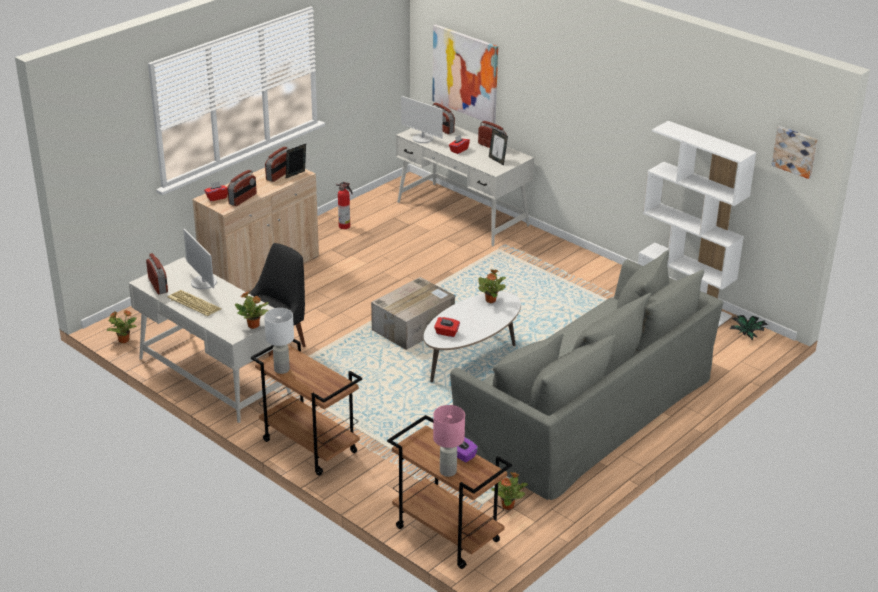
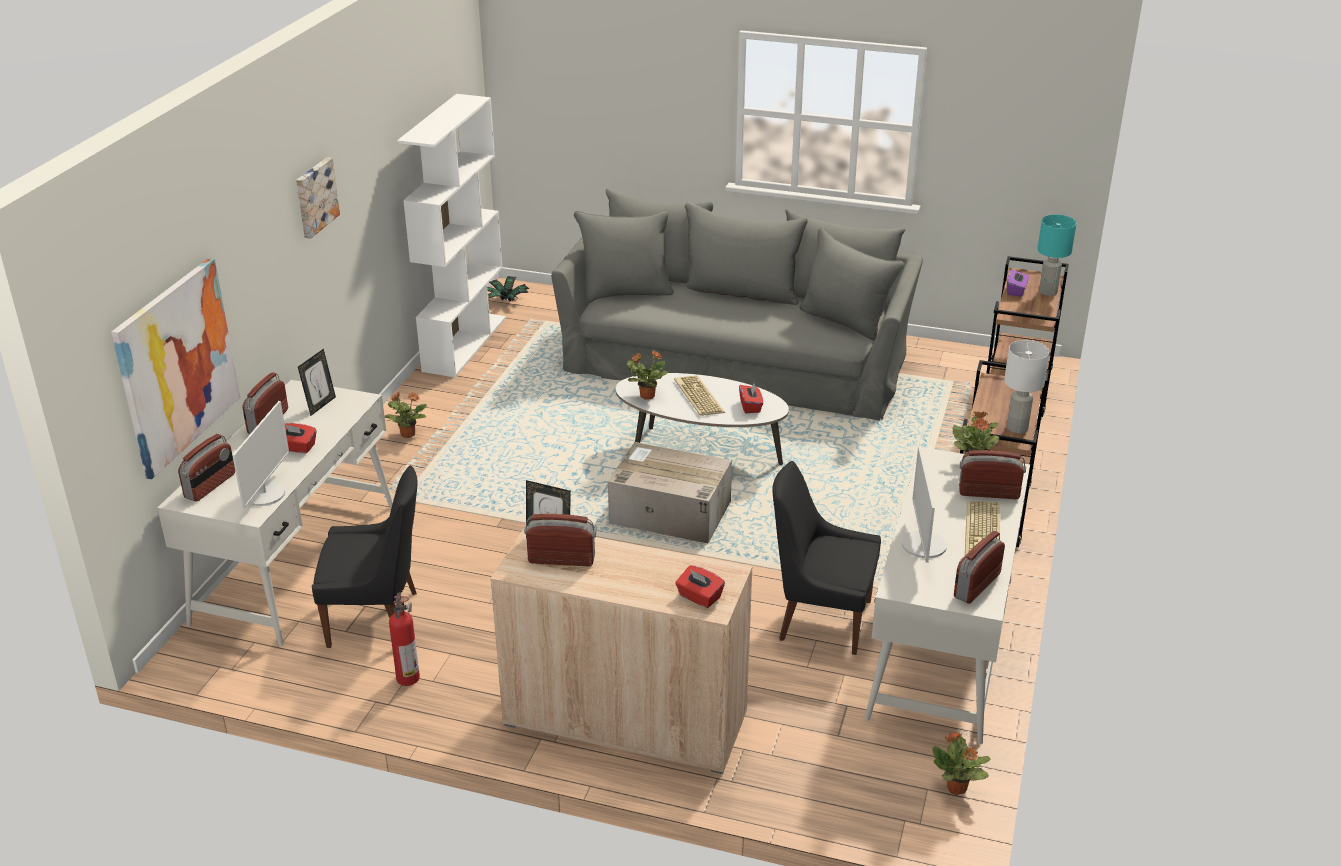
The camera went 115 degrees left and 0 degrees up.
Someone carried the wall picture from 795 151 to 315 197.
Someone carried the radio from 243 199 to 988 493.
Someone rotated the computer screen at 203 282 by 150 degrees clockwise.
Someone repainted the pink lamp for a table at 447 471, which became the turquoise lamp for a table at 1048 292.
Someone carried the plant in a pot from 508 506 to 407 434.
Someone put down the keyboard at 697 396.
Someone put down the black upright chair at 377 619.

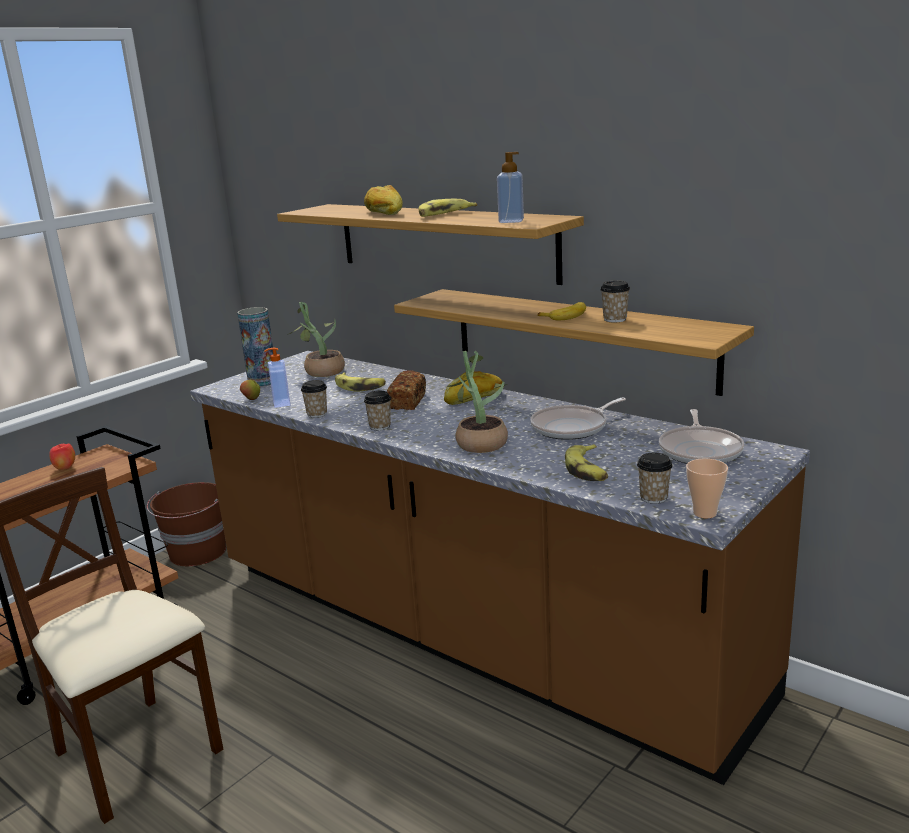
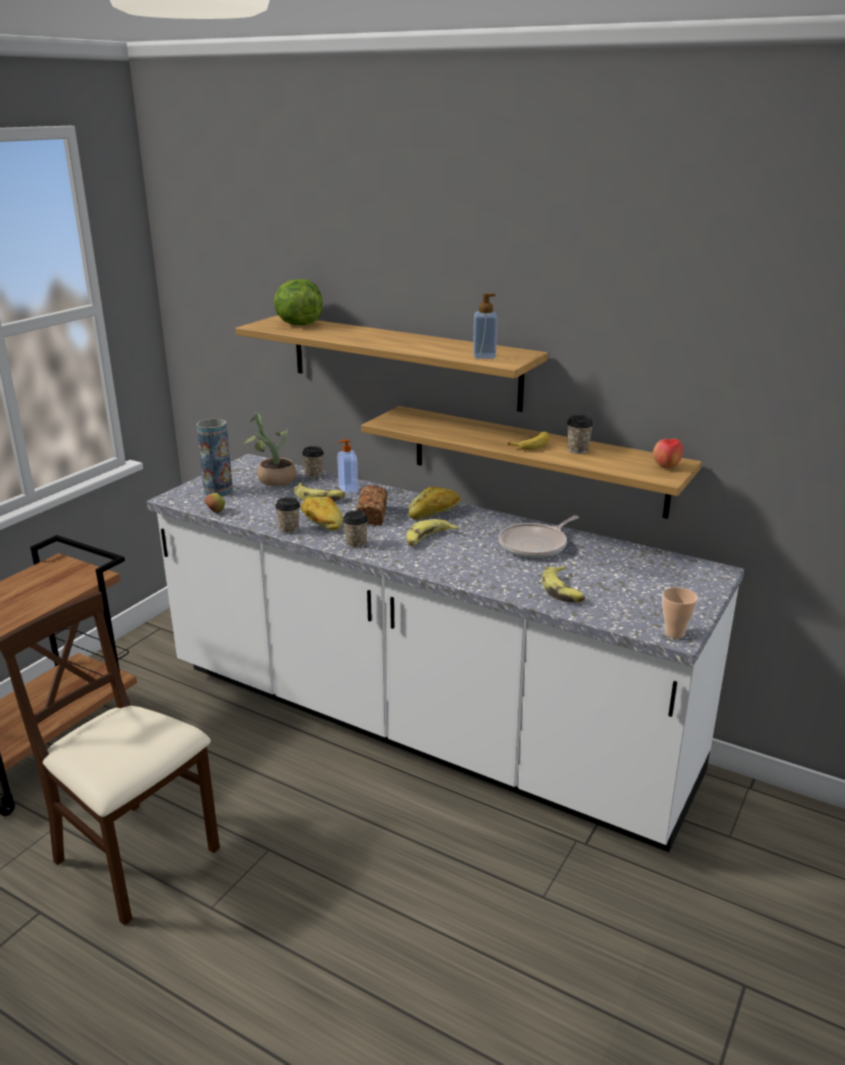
The camera went 10 degrees left and 5 degrees up.
Someone carried the bread from 383 213 to 321 522.
Someone carried the banana fruit from 444 215 to 428 539.
Someone carried the soap dispenser from 280 403 to 347 489.
Someone repainted the brownish kitchen base unit at 468 631, which became the whitish kitchen base unit at 422 723.
Someone took away the plant in a pot at 479 442.
Someone took away the frying pan at 700 450.
Someone carried the whole apple from 65 468 to 666 467.
Someone carried the drinking cup from 653 498 to 314 474.
Someone took away the brownish bucket at 197 553.
Someone put down the lettuce at 298 324.

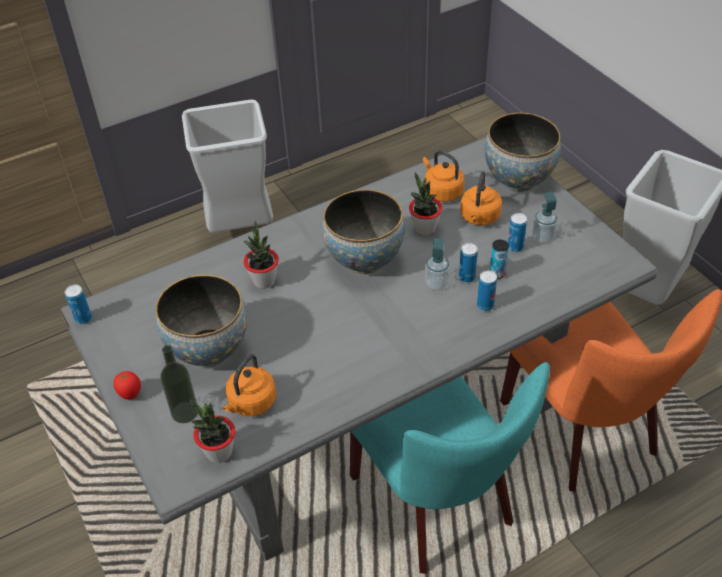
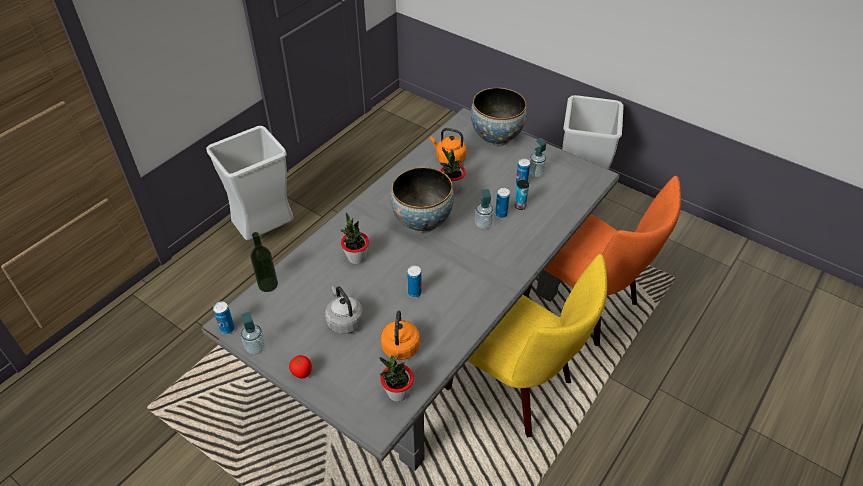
The camera went 25 degrees left and 0 degrees up.
Someone took away the orangey kettle at 479 218.
Someone carried the metal can from 485 305 to 414 293.
Someone swapped the bowl at 209 349 for the gray kettle at 344 321.
Someone carried the drink bottle from 185 412 to 268 284.
Someone repainted the turquoise upright chair at 439 506, which became the yellow upright chair at 516 387.
Someone put down the soap dispenser at 256 347.

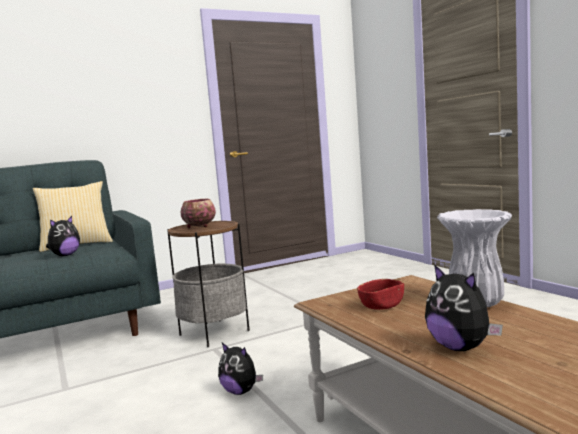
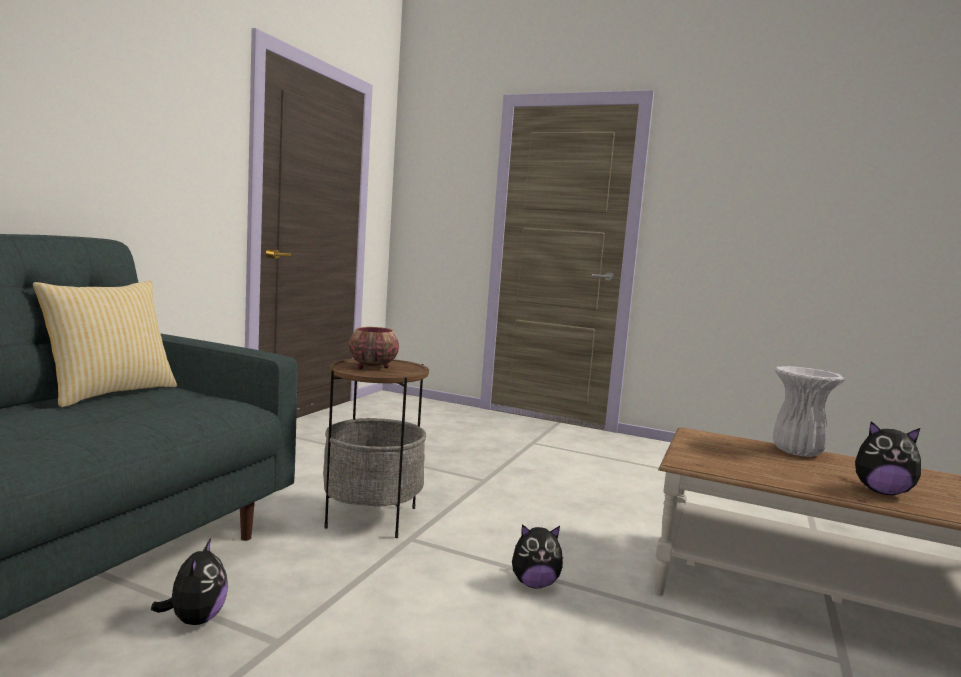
The camera went 40 degrees left and 0 degrees up.
Someone carried the soft toy from 65 255 to 195 619.
Someone took away the red bowl at 382 306.

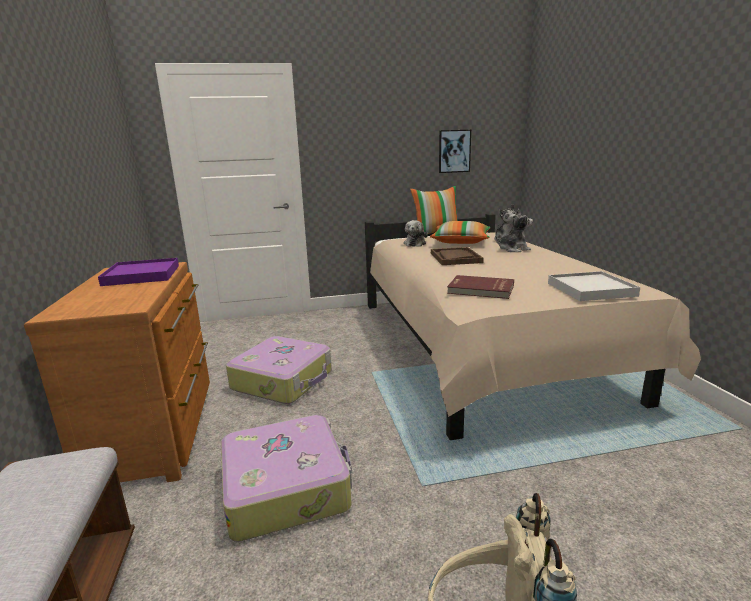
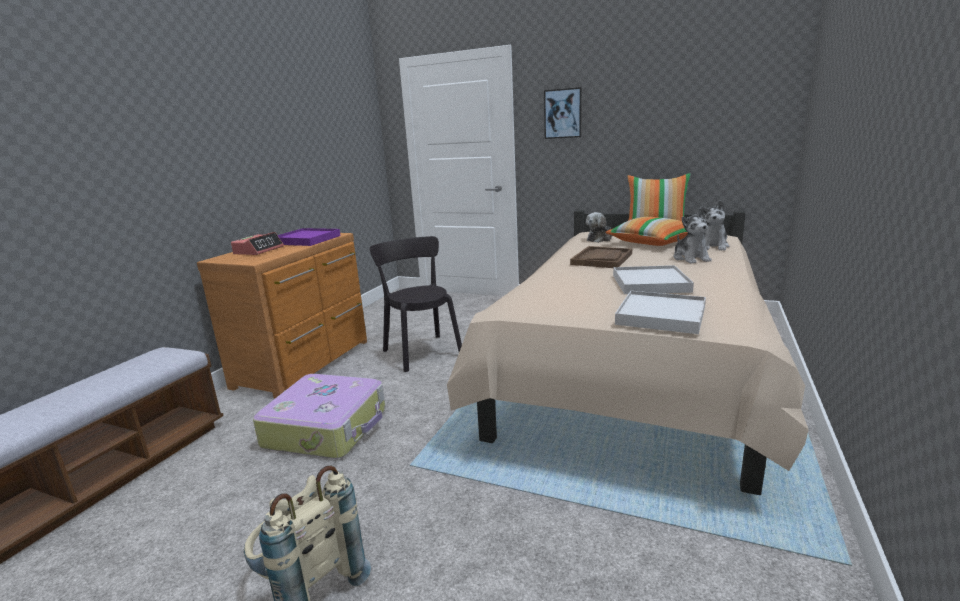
The camera went 35 degrees right and 0 degrees up.
Someone carried the wall picture from 454 151 to 563 113.
Someone rotated the soft toy at 513 249 by 60 degrees clockwise.
Someone took away the red bound book at 480 290.
Someone swapped the travel case at 284 380 for the black upright chair at 421 351.
Someone put down the bedside clock at 259 250.
Someone put down the whitish serving tray at 650 284.

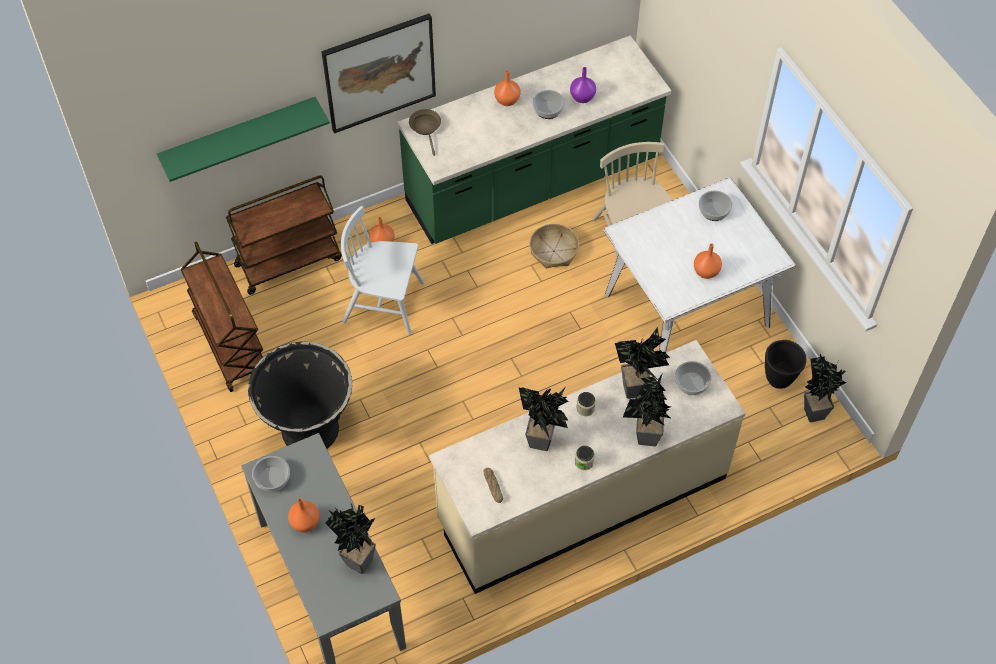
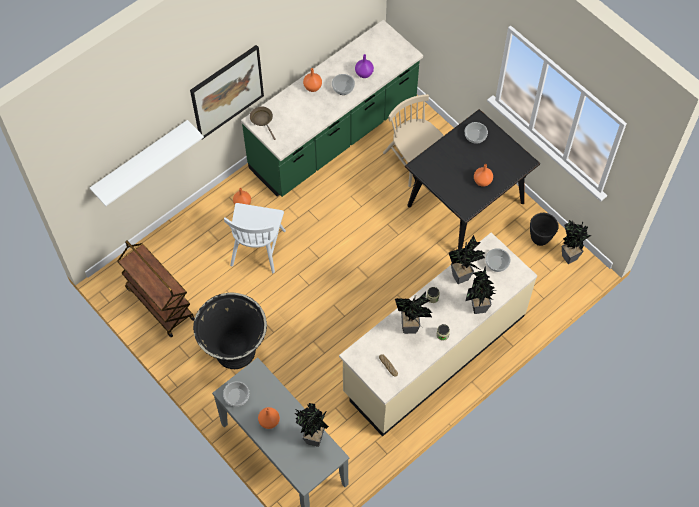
The camera went 15 degrees left and 5 degrees up.
Someone repainted the green bracket shelf at 239 136, which became the whitish bracket shelf at 141 160.
Someone took away the brownish wheeled cart at 289 261.
Someone repainted the whitish dinner table at 687 309, which became the black dinner table at 466 204.
Someone rotated the whitish upright chair at 384 303 by 75 degrees counterclockwise.
Someone took away the basket at 554 251.

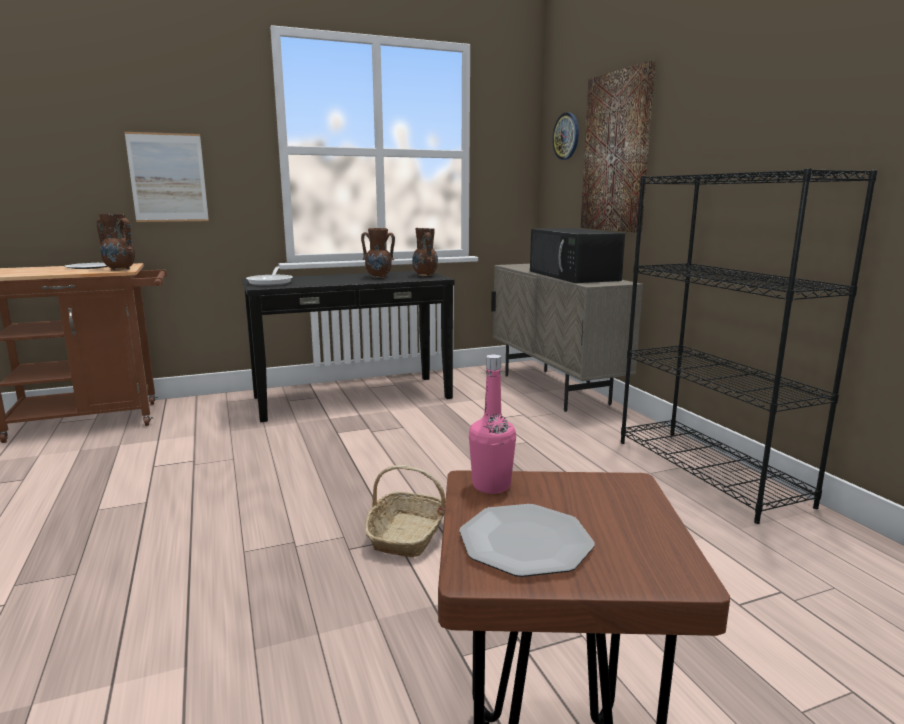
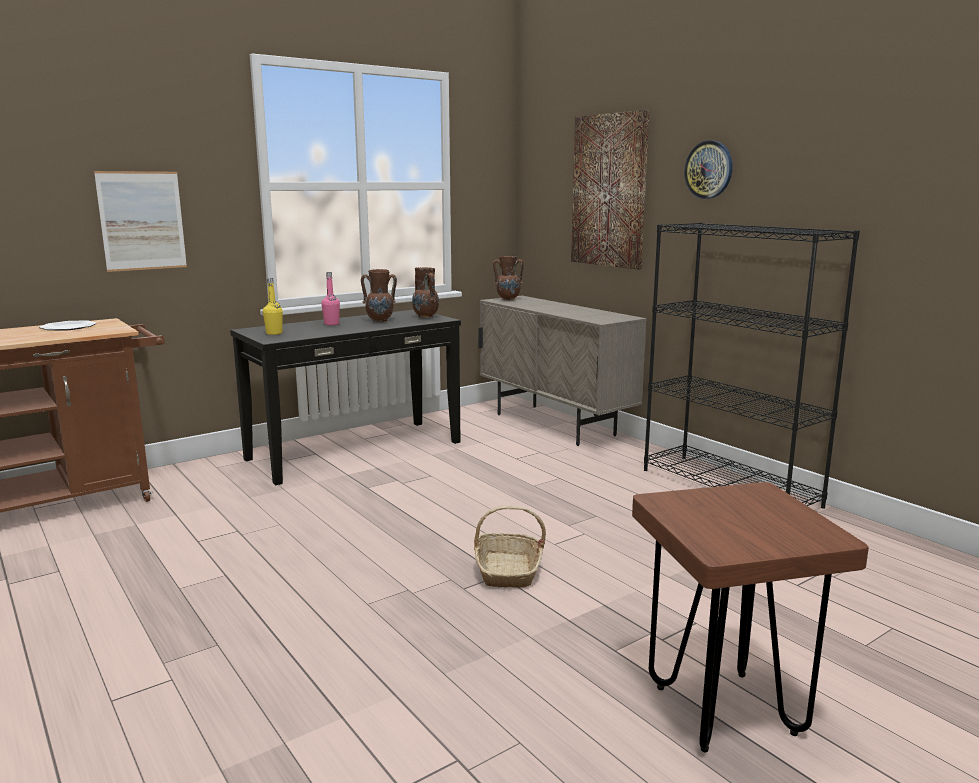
The camera went 15 degrees left and 0 degrees up.
Someone carried the hanging clock from 566 136 to 709 169.
Someone carried the brownish flower vase from 120 270 to 508 299.
Someone took away the black microwave at 574 276.
Someone swapped the frying pan at 271 282 for the yellow drink bottle at 274 333.
Someone carried the pink drink bottle from 491 486 to 331 324.
Someone took away the flat dish at 525 542.

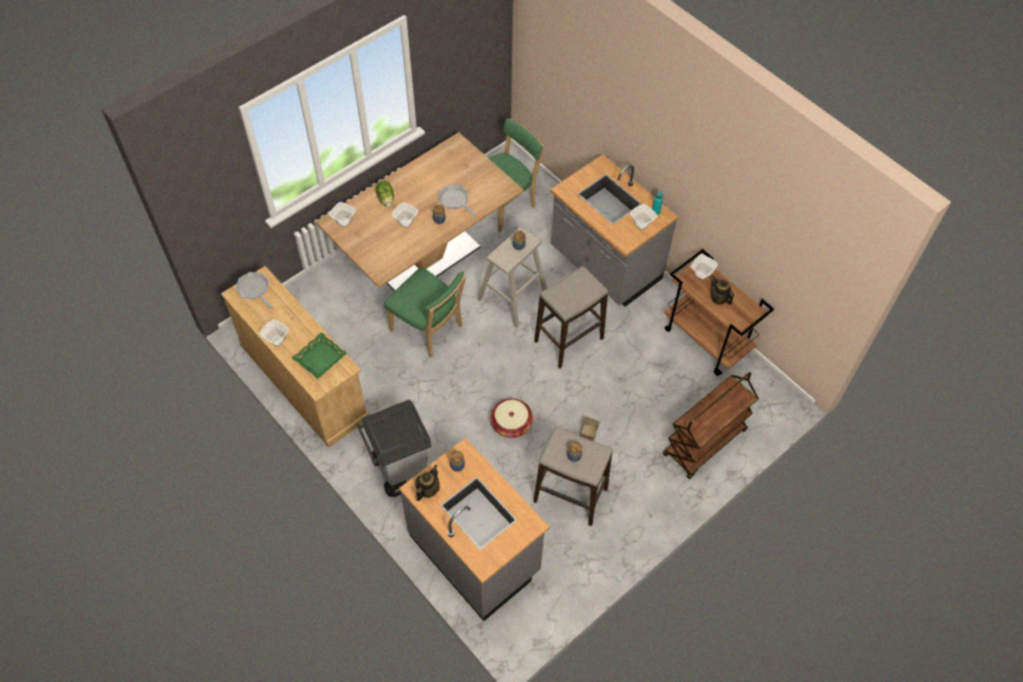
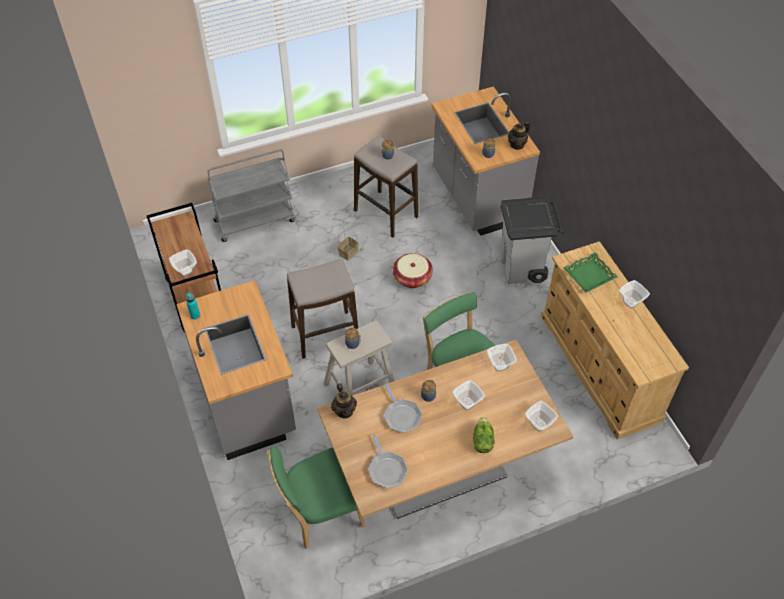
The camera went 160 degrees left and 5 degrees down.
Someone carried the bowl from 641 224 to 499 366.
Someone carried the frying pan from 254 289 to 387 469.
Someone carried the pot for tea from 718 298 to 344 411.
Someone repainted the brownish wheeled cart at 704 443, which became the gray wheeled cart at 255 220.

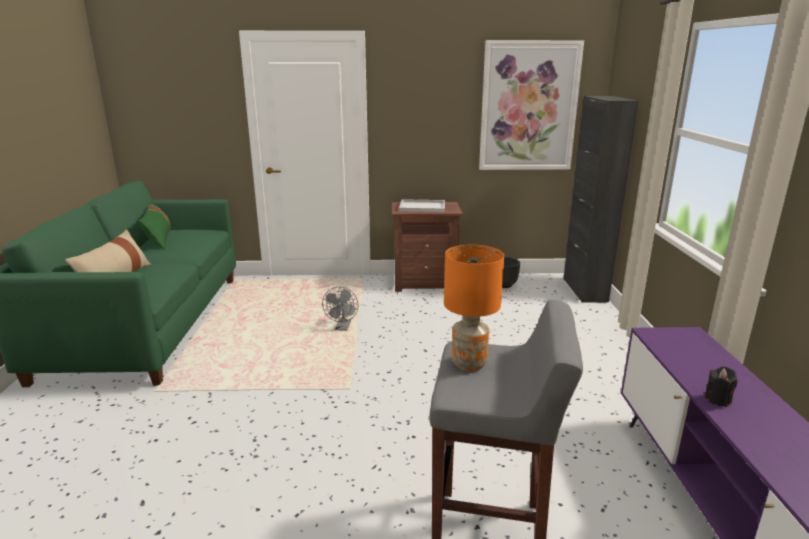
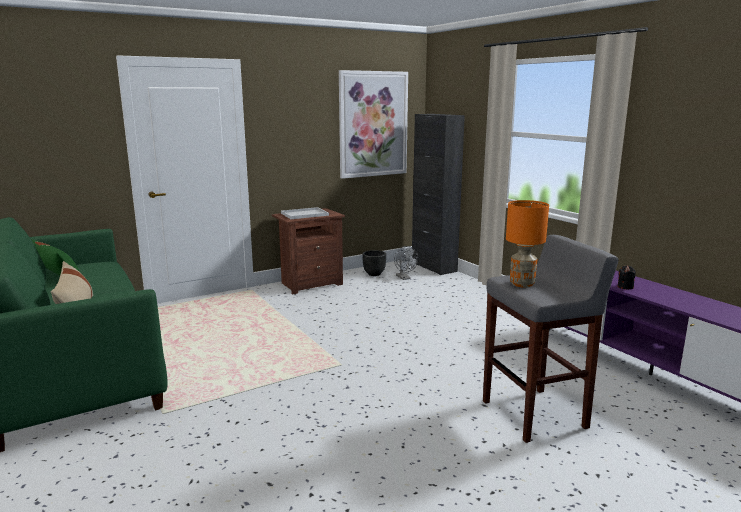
The camera went 30 degrees left and 5 degrees down.
Someone carried the gray fan from 342 328 to 404 278.

